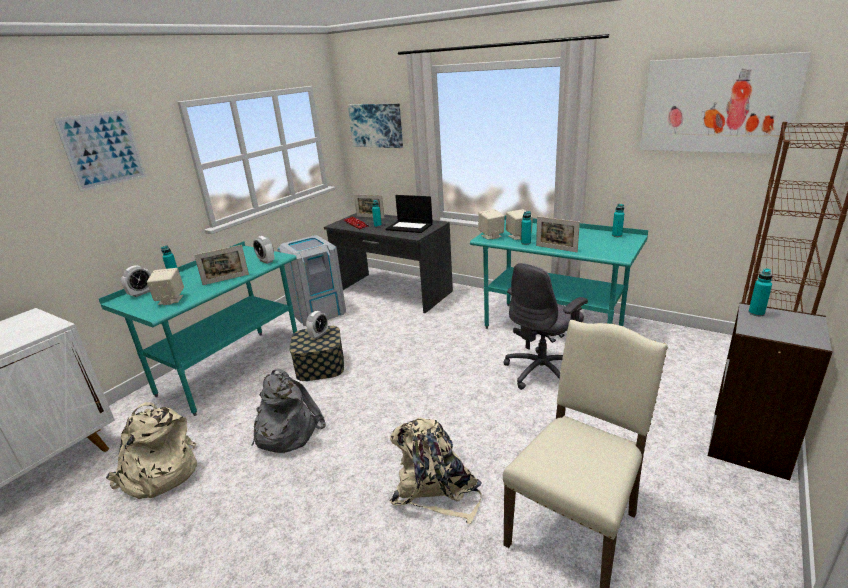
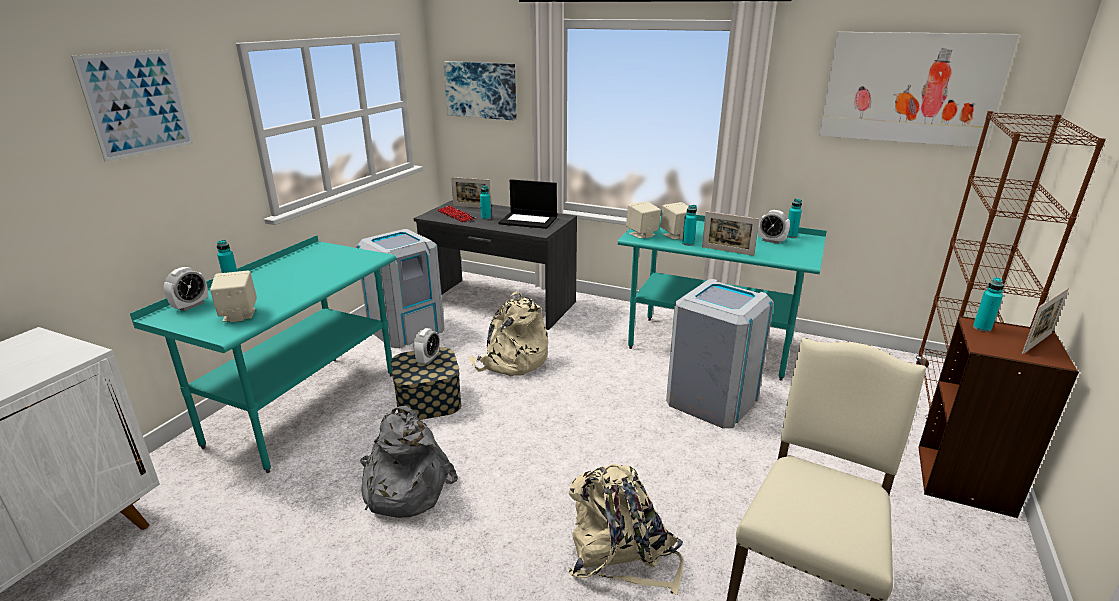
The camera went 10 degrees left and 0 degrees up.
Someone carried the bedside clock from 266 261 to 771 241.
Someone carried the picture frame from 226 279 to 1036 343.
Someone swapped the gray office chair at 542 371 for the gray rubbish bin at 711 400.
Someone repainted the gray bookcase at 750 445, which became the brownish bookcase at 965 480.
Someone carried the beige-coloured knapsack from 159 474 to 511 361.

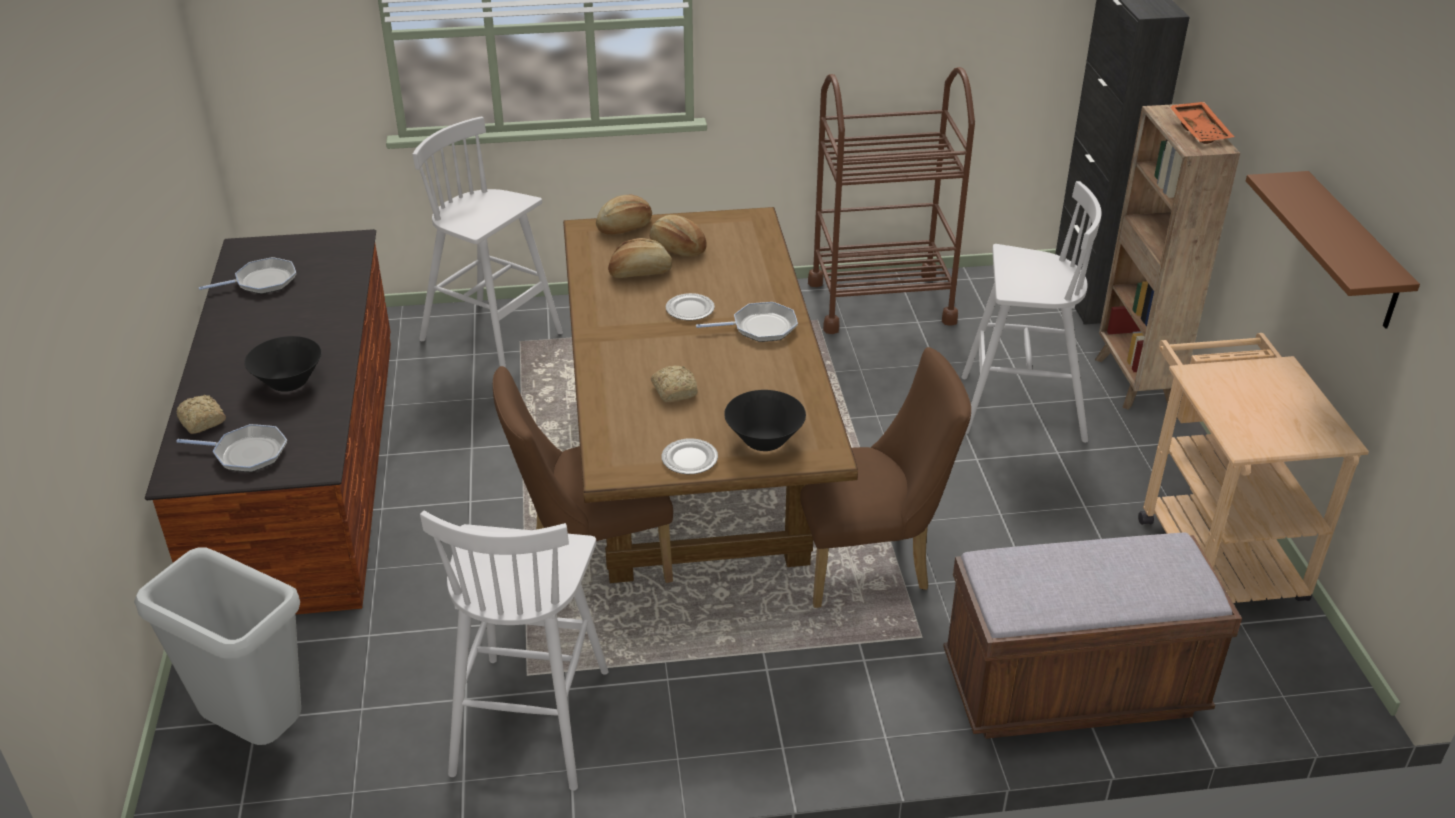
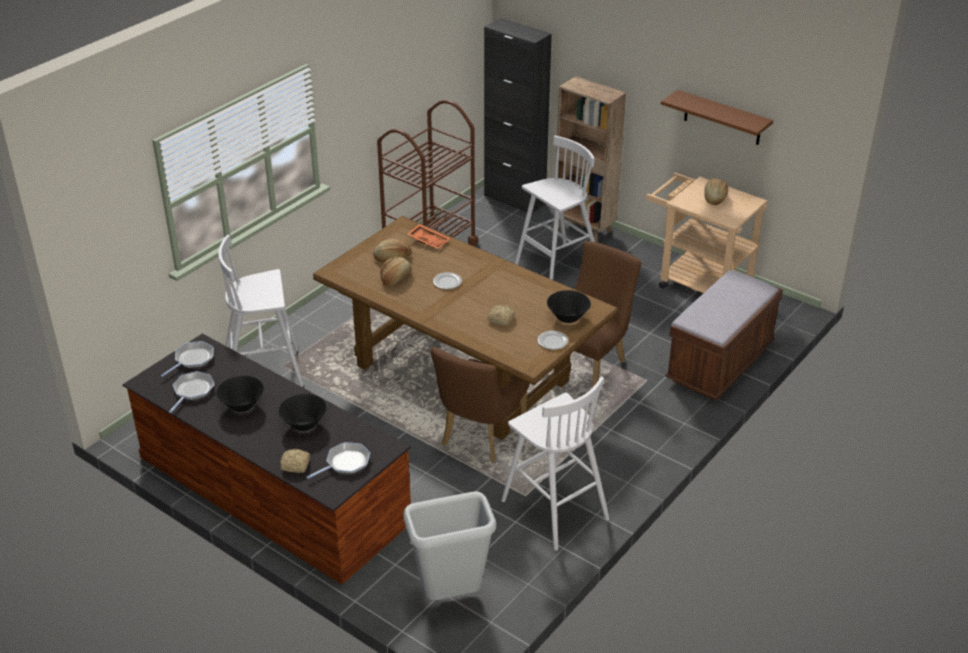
The camera went 45 degrees left and 0 degrees up.
Someone carried the orangey serving tray from 1200 130 to 429 240.
Someone carried the bread from 625 226 to 714 198.
Someone carried the frying pan from 760 327 to 192 359.
Someone put down the black bowl at 242 405.

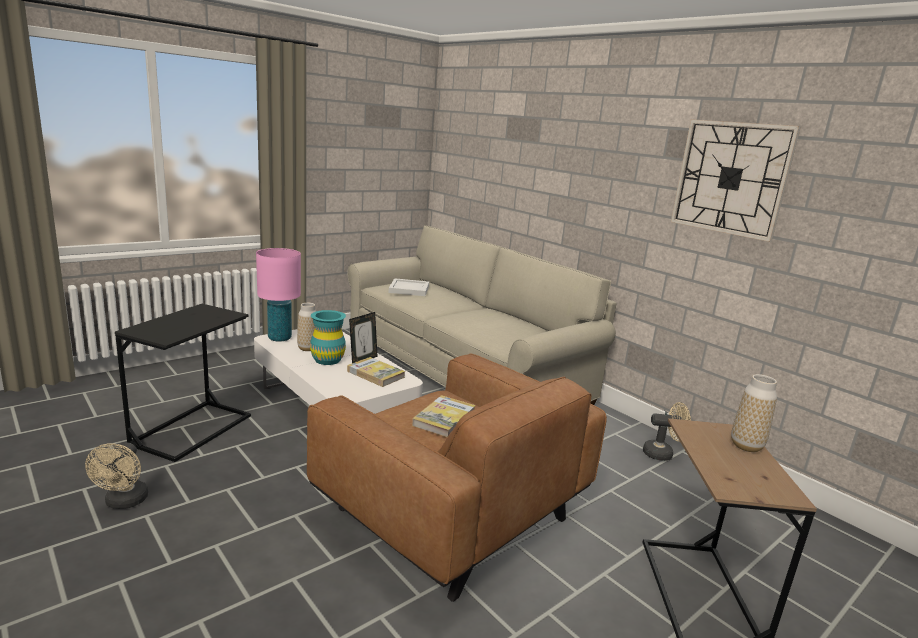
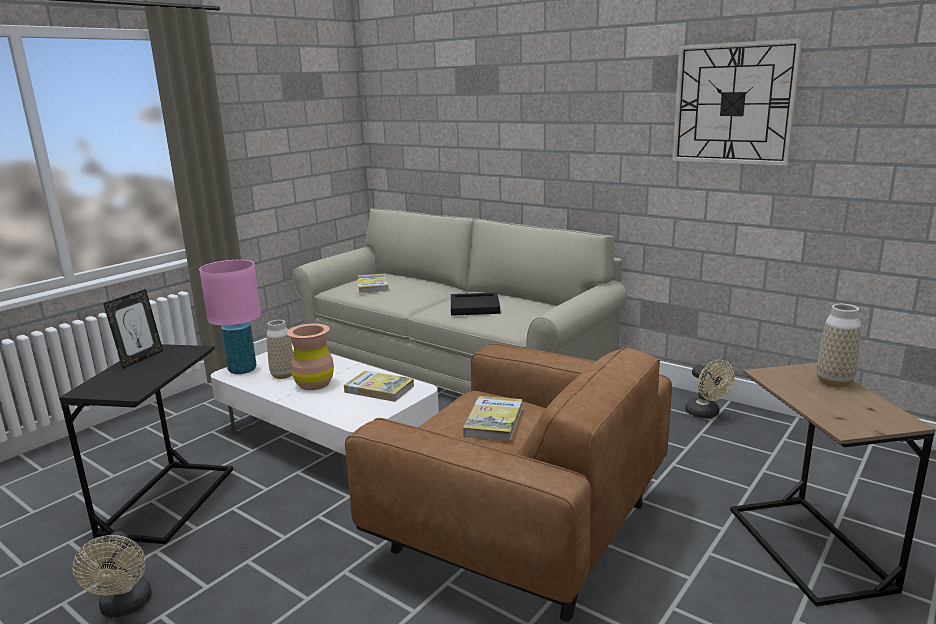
The camera went 10 degrees left and 0 degrees up.
Someone swapped the whitish serving tray at 408 289 for the bound book at 372 286.
Someone repainted the turquoise flower vase at 327 360, which became the brownish flower vase at 314 384.
Someone carried the picture frame from 363 360 to 140 359.
Someone rotated the beige-coloured fan at 662 454 by 75 degrees clockwise.
Someone put down the black serving tray at 475 307.

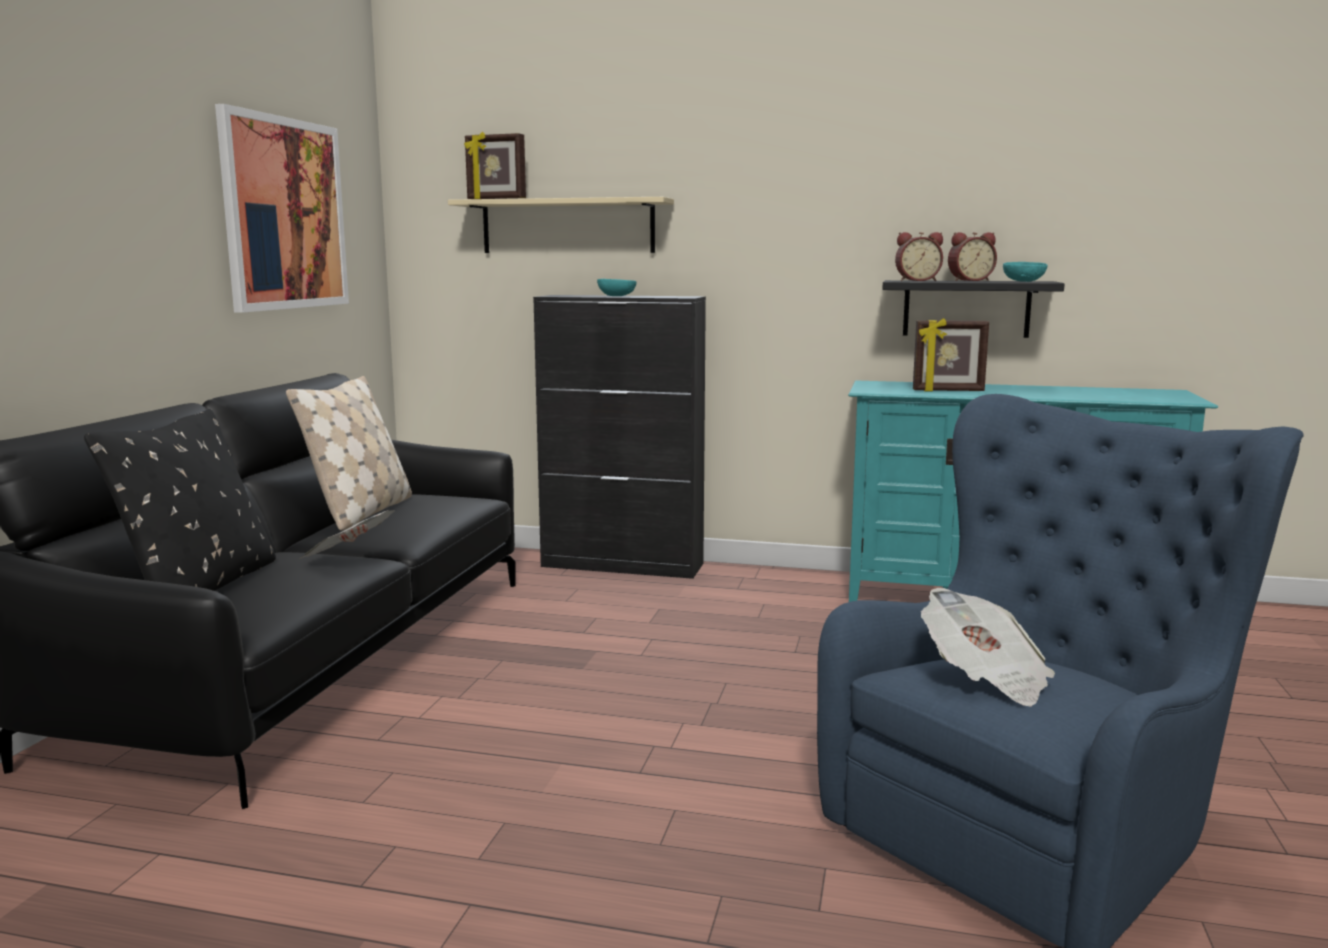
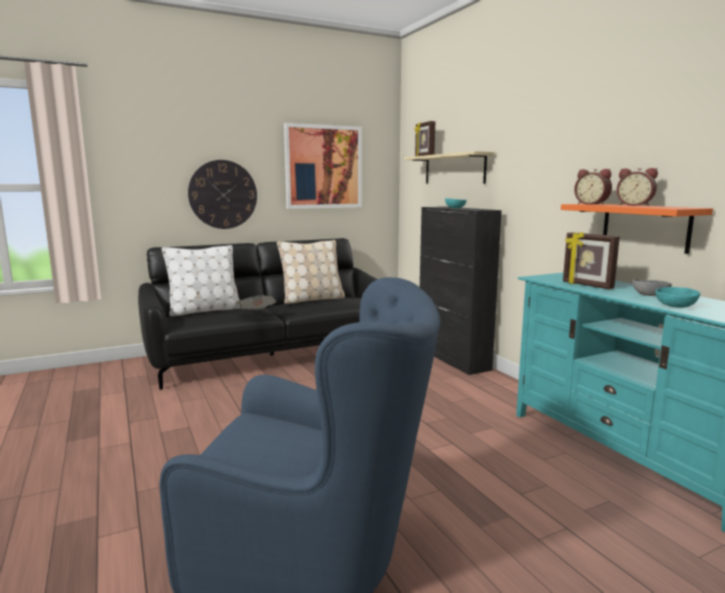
The camera went 50 degrees right and 0 degrees up.
Someone carried the turquoise bowl from 1024 281 to 675 306.
Someone repainted the black bracket shelf at 966 308, which became the orangey bracket shelf at 645 227.
Someone repainted the black cushion at 202 587, which became the whitish cushion at 204 310.
Someone took away the printed paper at 985 678.
Someone put up the hanging clock at 223 194.
Someone put down the gray bowl at 649 295.

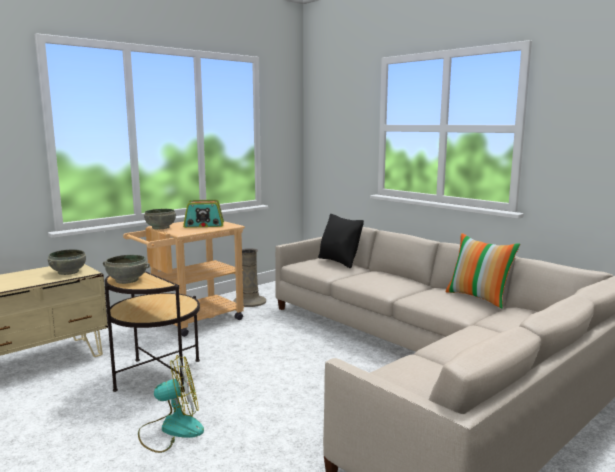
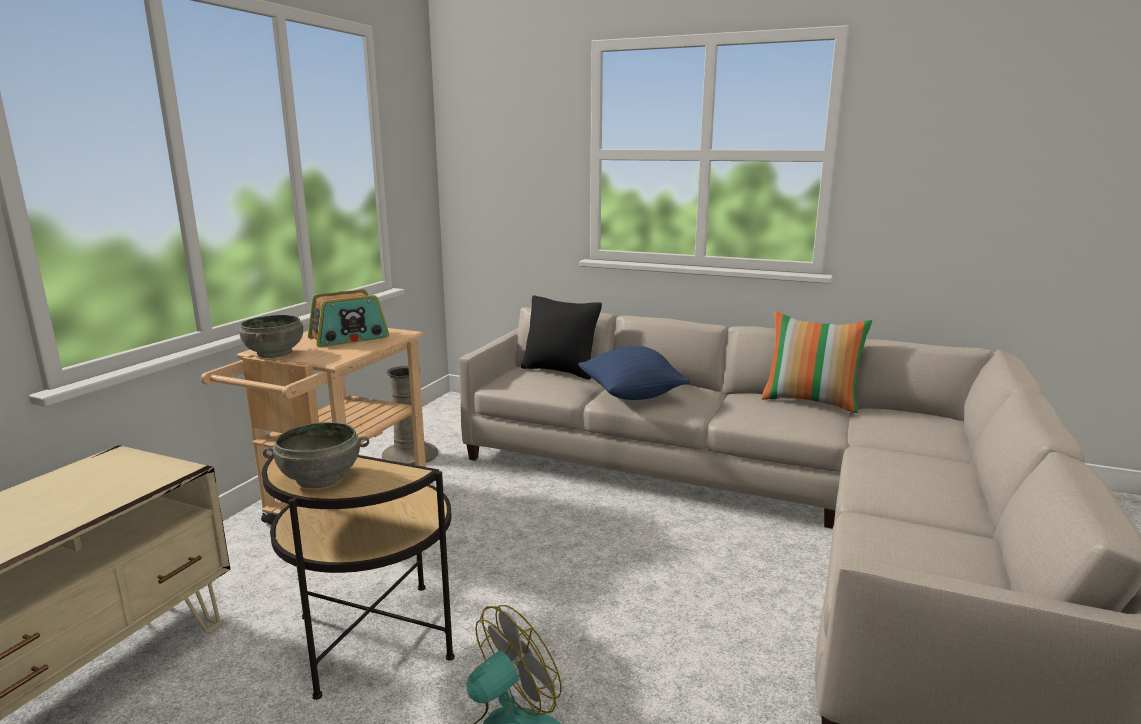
The camera went 25 degrees left and 5 degrees up.
Someone took away the gray bowl at 68 272.
Someone put down the blue-coloured cushion at 631 396.

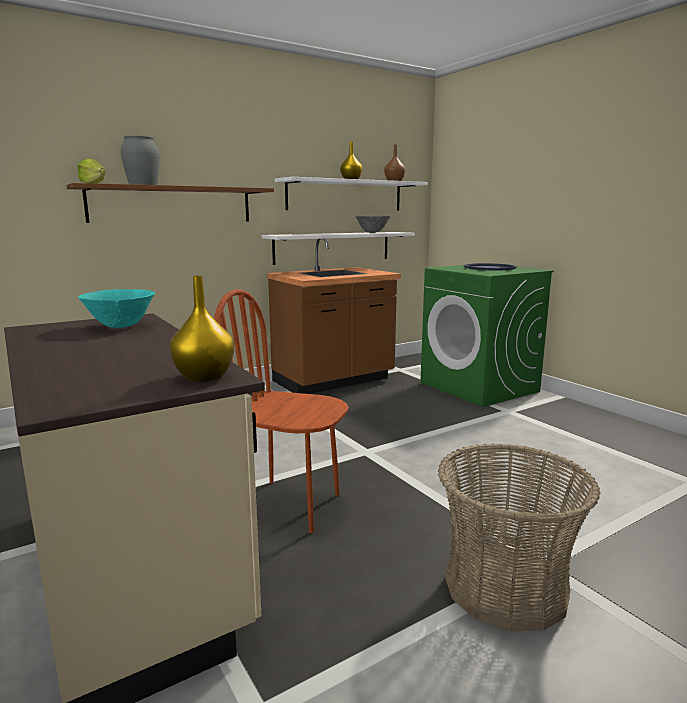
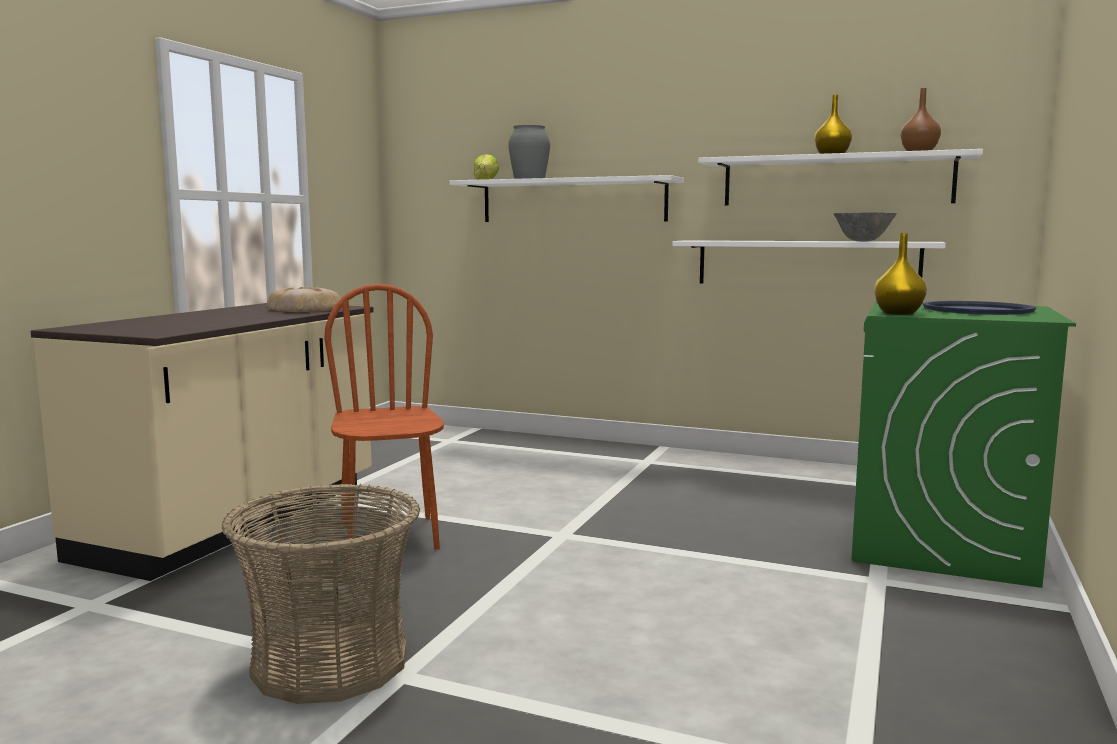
The camera went 55 degrees right and 5 degrees down.
Someone repainted the brownish bracket shelf at 172 204, which became the whitish bracket shelf at 573 201.
Someone took away the brownish kitchen base unit at 334 381.
Someone carried the yellow flower vase from 205 377 to 899 313.
Someone swapped the turquoise bowl at 121 326 for the bread at 304 309.

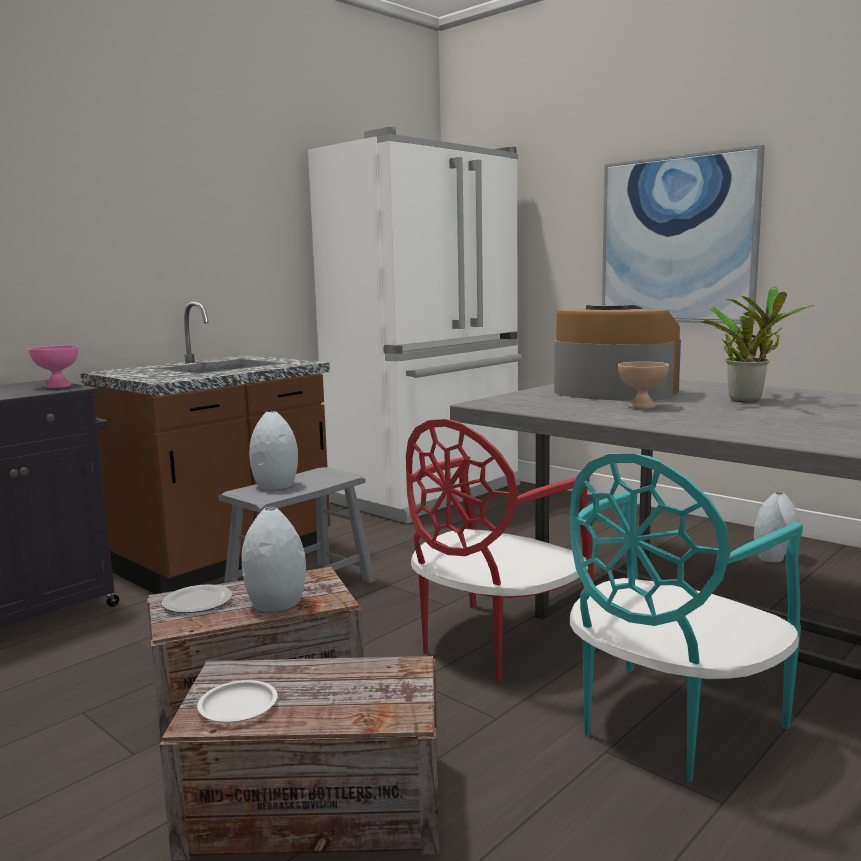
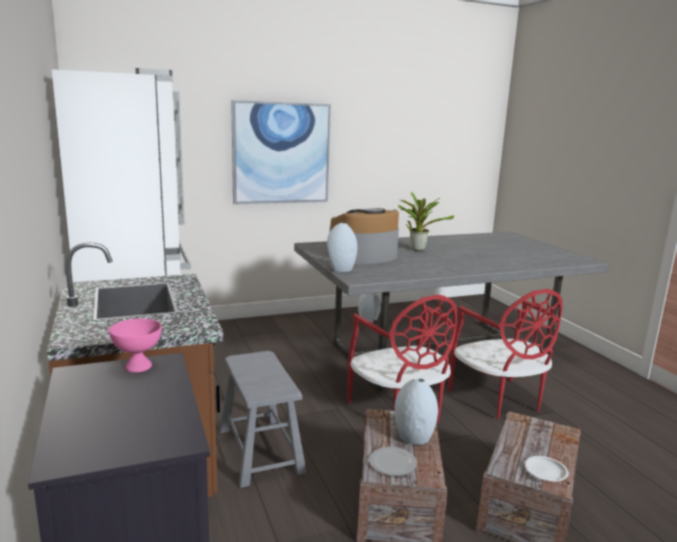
The camera went 65 degrees left and 5 degrees up.
Someone took away the beige-coloured bowl at 641 406.
Someone carried the gray flower vase from 274 485 to 341 269.
Someone repainted the turquoise upright chair at 668 725, which became the red upright chair at 499 400.

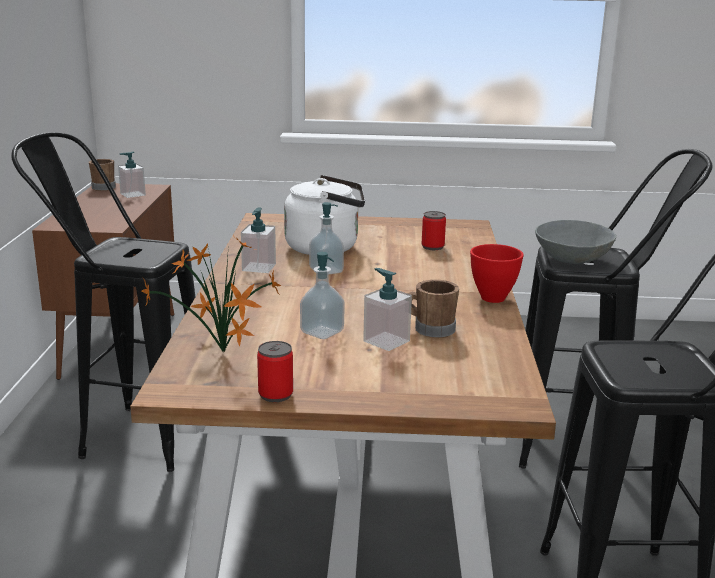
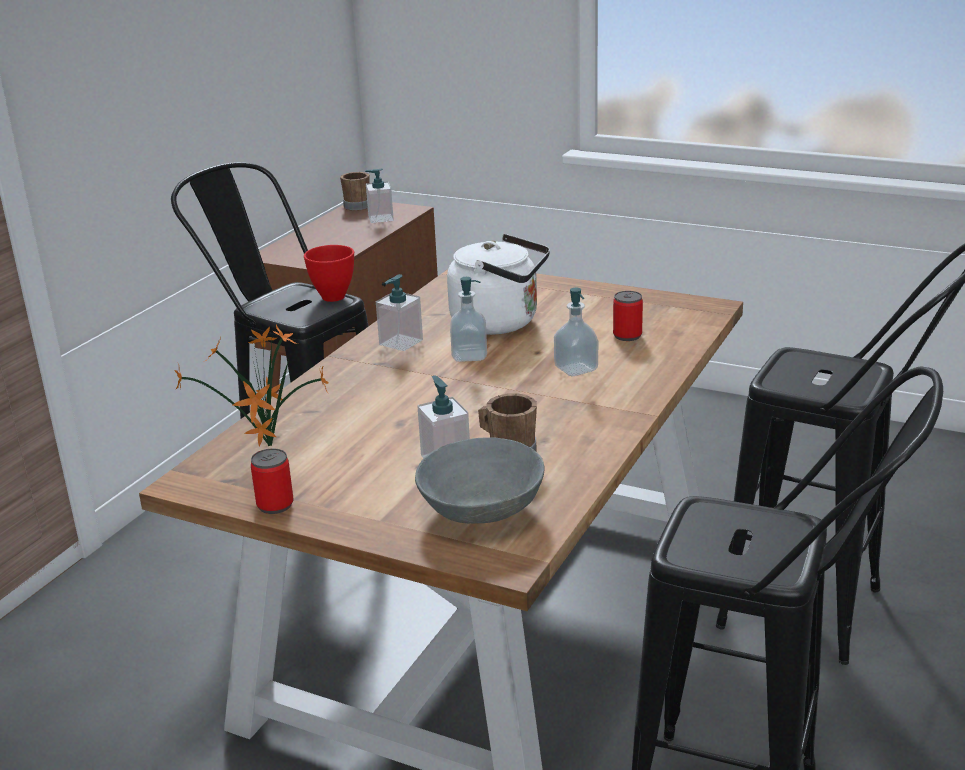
The camera went 25 degrees right and 5 degrees up.
Someone carried the gray bowl from 571 259 to 481 508.
Someone carried the red bowl from 491 298 to 332 297.
Someone carried the soap dispenser from 322 332 to 576 369.

